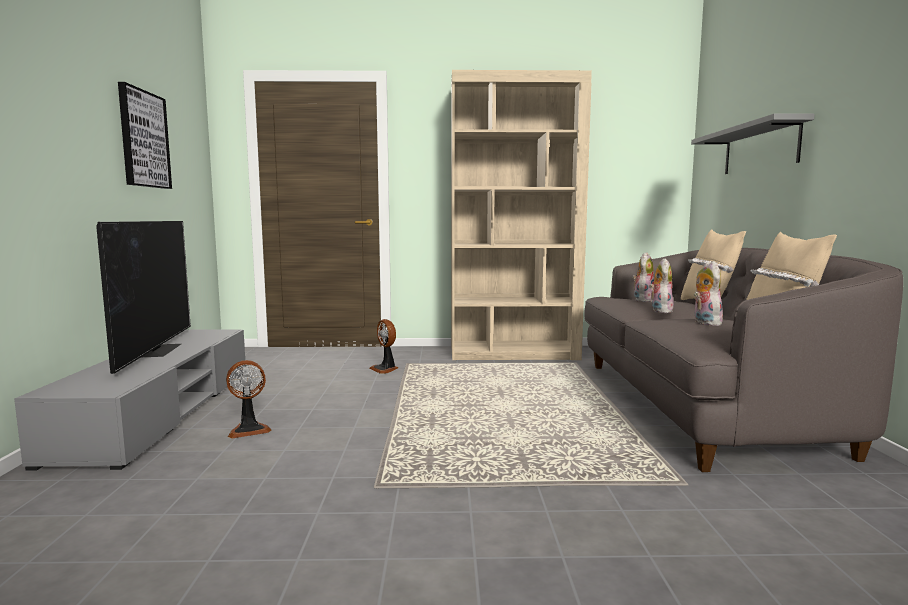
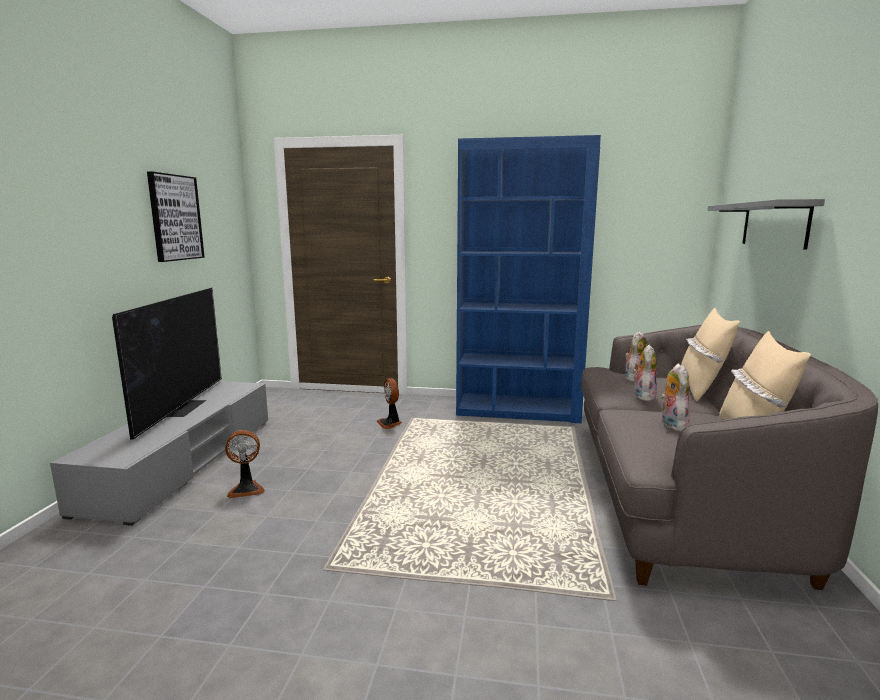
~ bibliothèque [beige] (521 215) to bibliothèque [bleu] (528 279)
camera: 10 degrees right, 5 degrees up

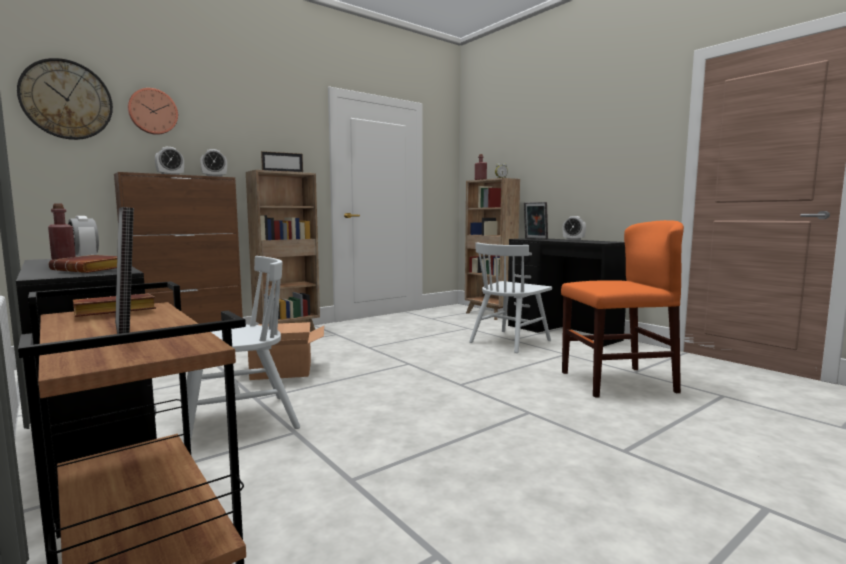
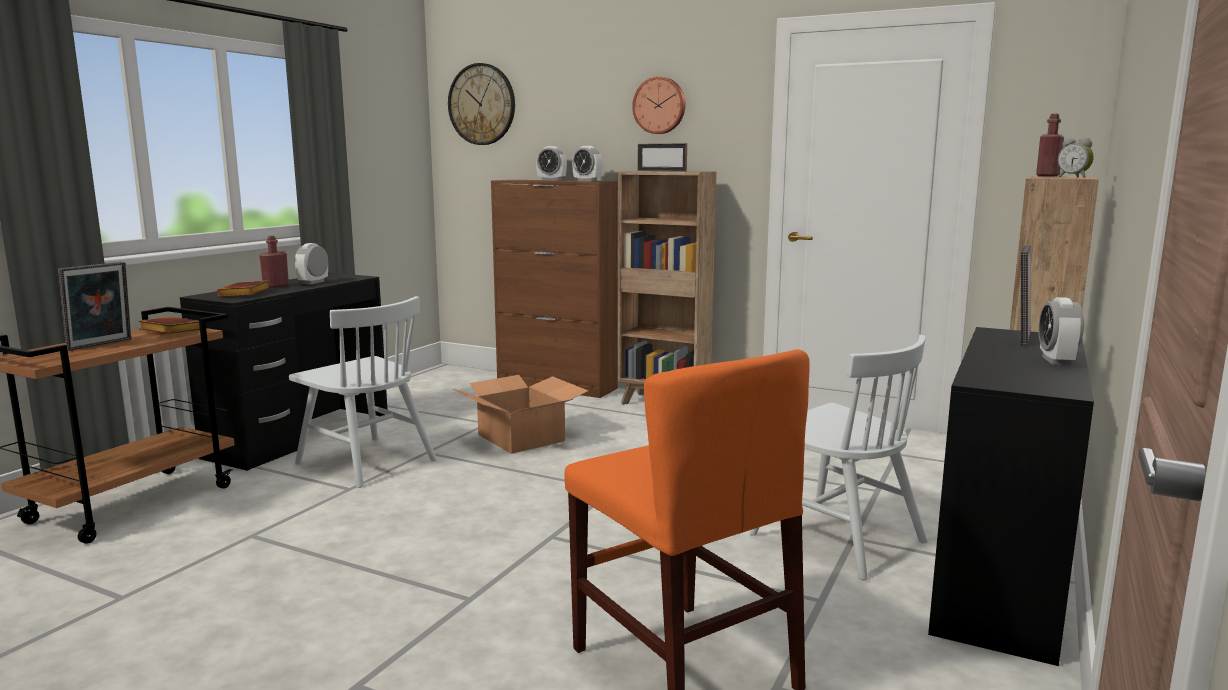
~ horloge murale (153 111) to (658 105)
~ chaise [blanc] (510 298) = (838 457) 150 degrees counterclockwise
camera: 65 degrees right, 5 degrees up

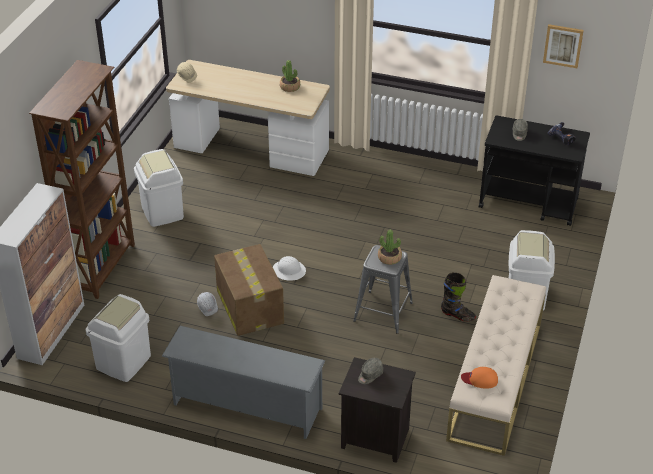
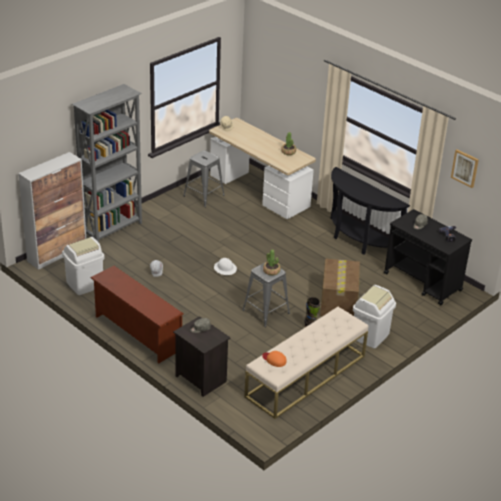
- poubelle [blanc] (159 188)
+ tabouret [gris] (204 178)
+ table console [noir] (370 211)
~ carton (249 290) to (340 287)
~ bibliothèque [marron] (82 179) to bibliothèque [gris] (107 163)
~ étagère à chaussures [gris] (243 382) to étagère à chaussures [marron] (137 314)
camera: 25 degrees right, 5 degrees down

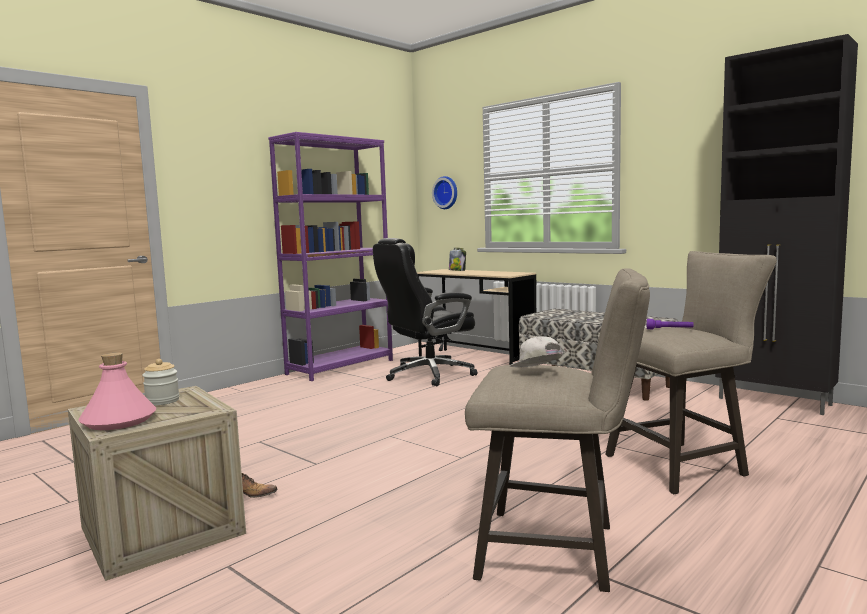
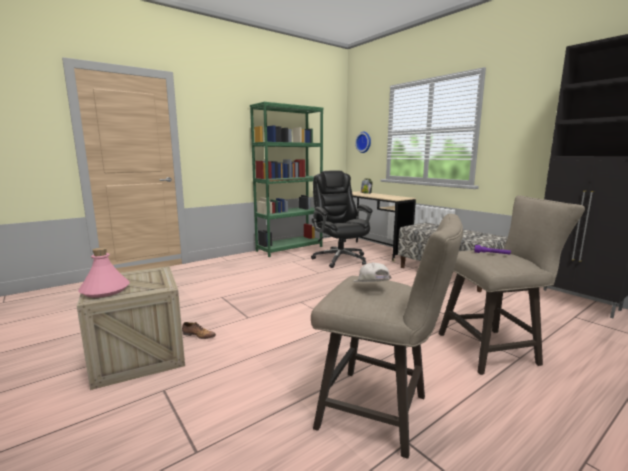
- bocal (161 382)
~ bibliothèque [violet] (330 256) to bibliothèque [vert] (287 179)
~ chaise de bureau [noir] (425 312) = (342 219) 90 degrees clockwise
camera: 10 degrees right, 5 degrees up

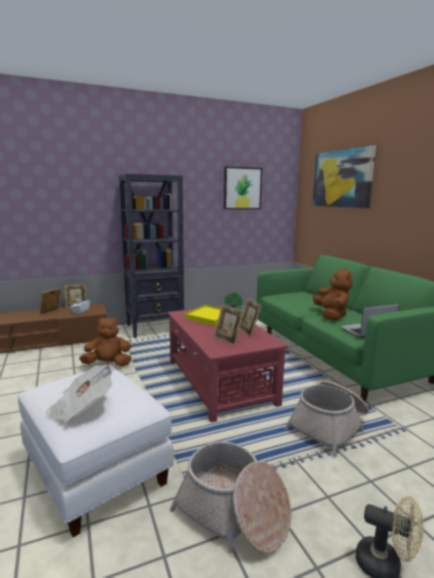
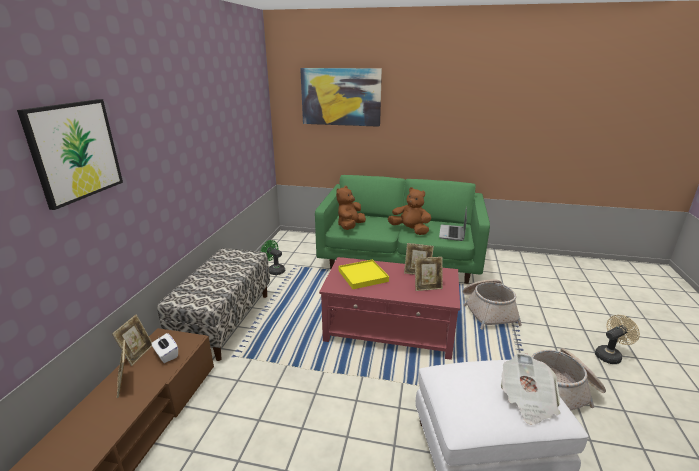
~ peluche [marron] (105 341) to (351 208)
~ tableau (243 187) to (70 154)
~ bibliothèque [noir] (151 256) to banc (213 304)
camera: 55 degrees left, 10 degrees up

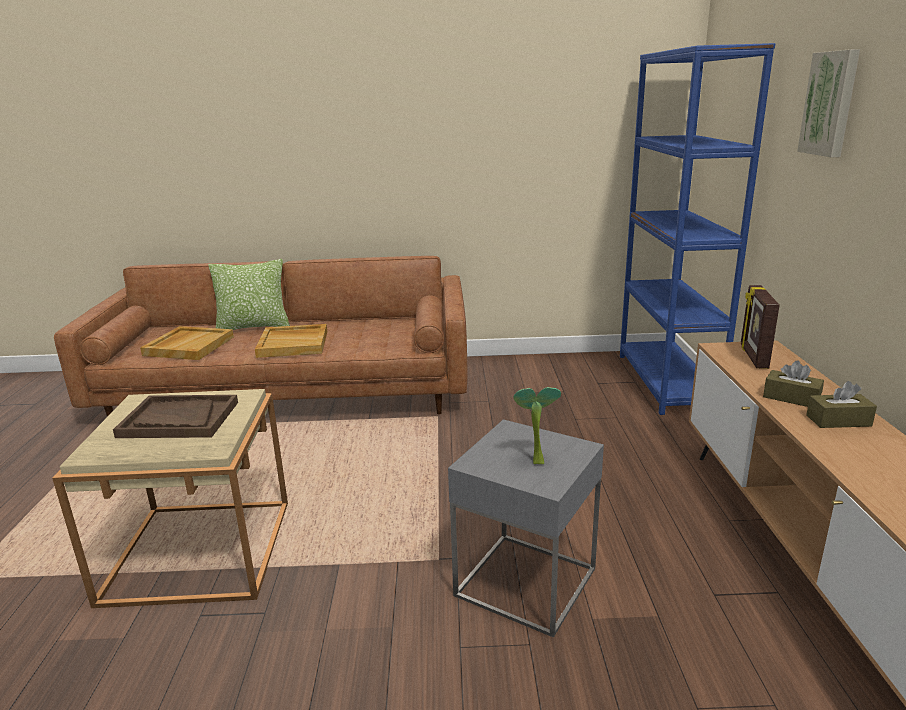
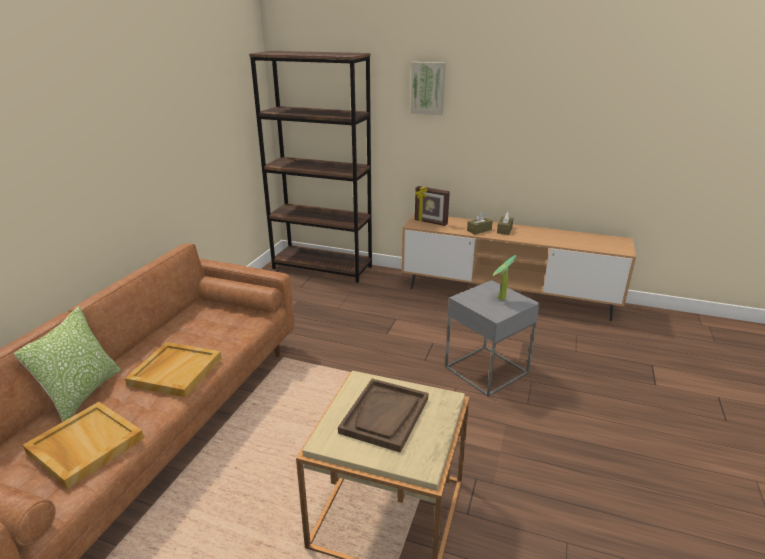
~ bibliothèque [bleu] (698 229) to bibliothèque [marron] (310 167)
camera: 70 degrees left, 5 degrees up

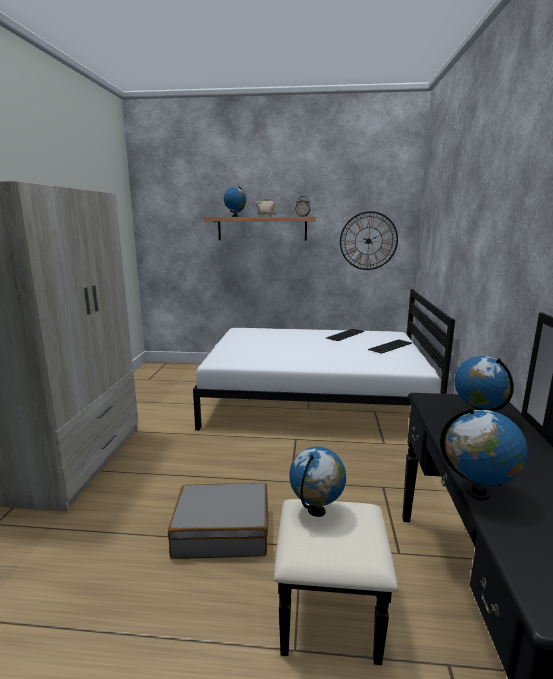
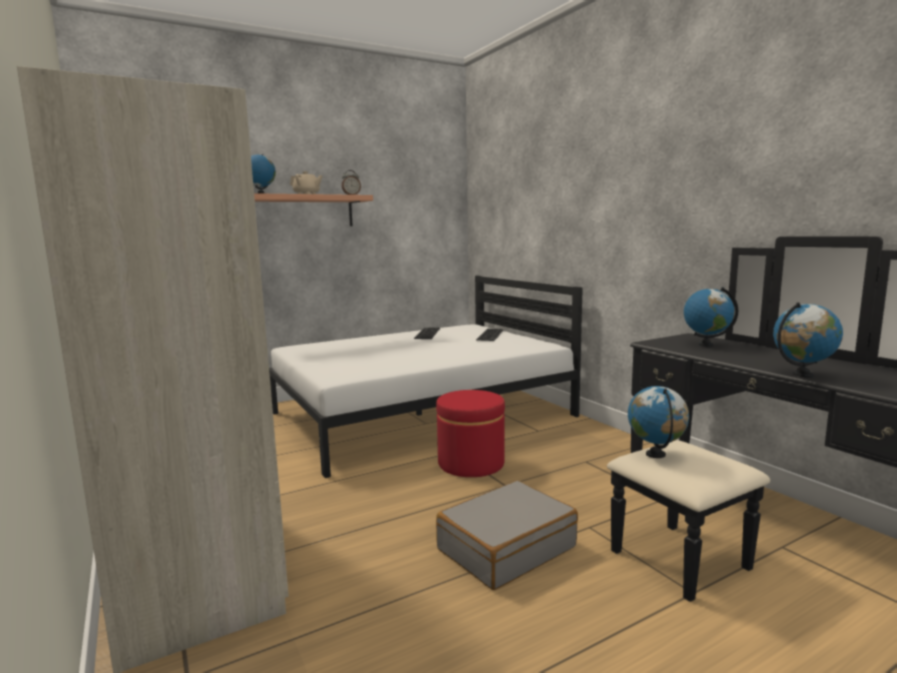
- horloge murale (369 240)
+ pouf [rouge] (470 433)
camera: 35 degrees left, 5 degrees down

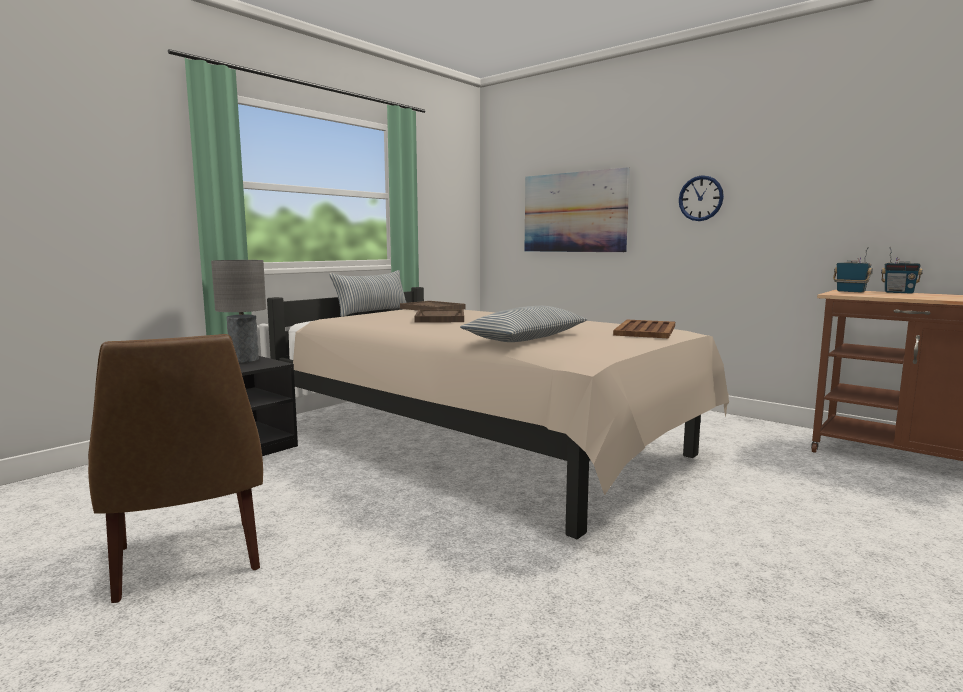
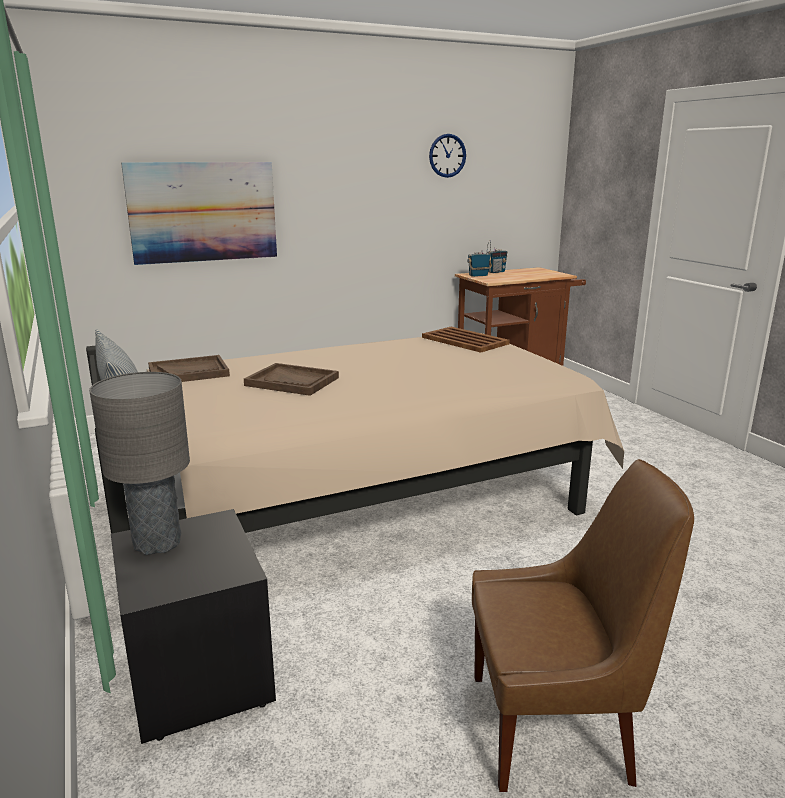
- coussin (524 324)
~ horloge murale (701 198) to (447 156)
camera: 65 degrees left, 10 degrees up

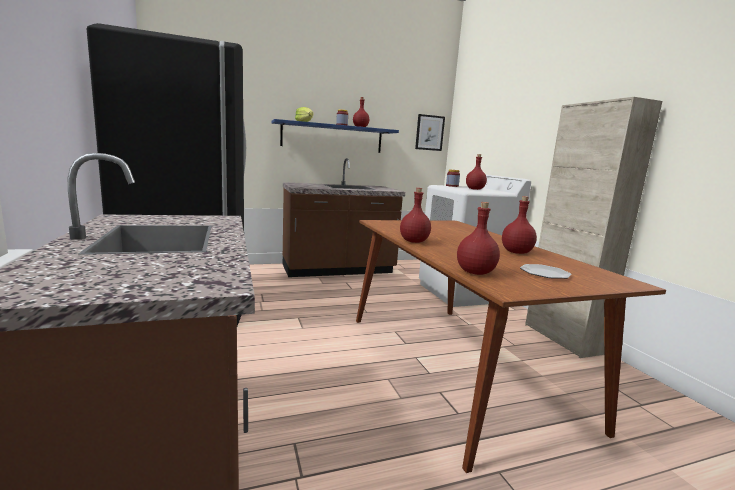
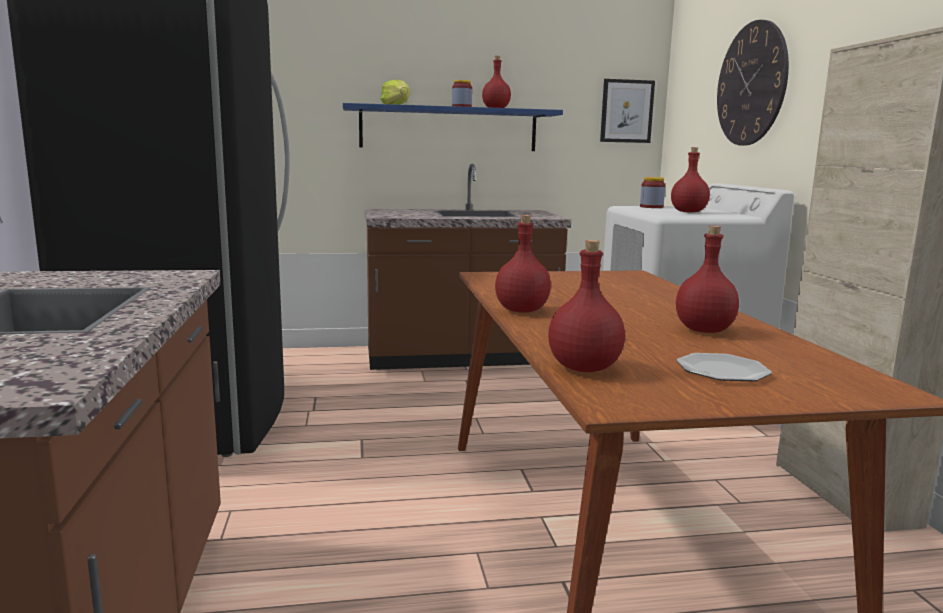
+ horloge murale (753 83)
camera: 10 degrees right, 0 degrees up

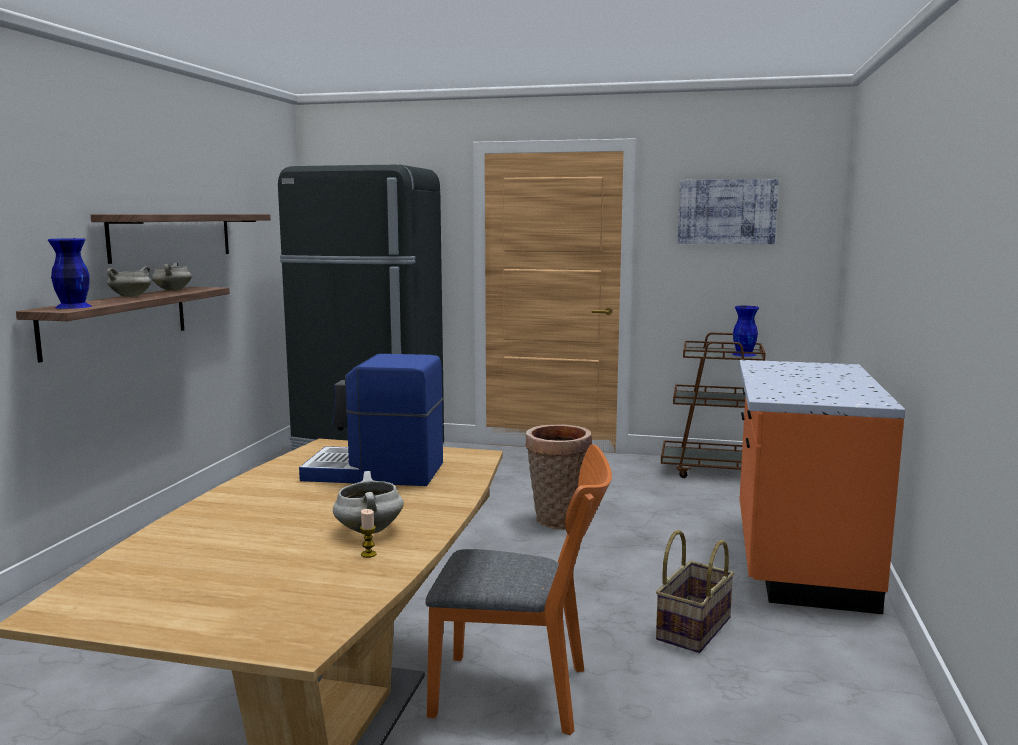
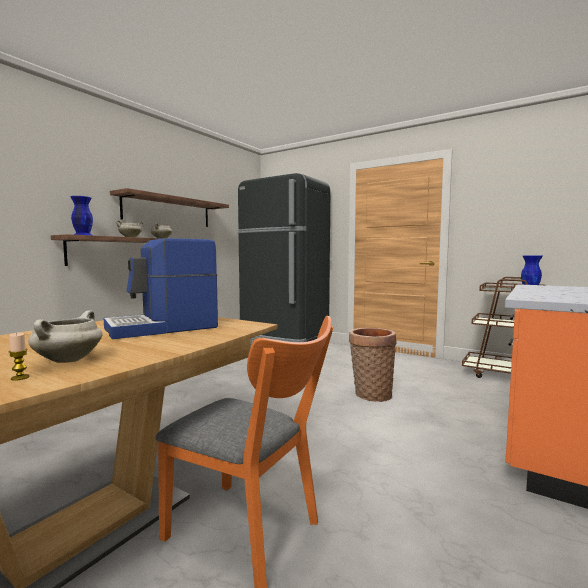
- panier (695 591)
- tableau (728 211)
~ machine à café (371 420) = (161 288) 60 degrees counterclockwise
camera: 20 degrees right, 5 degrees down

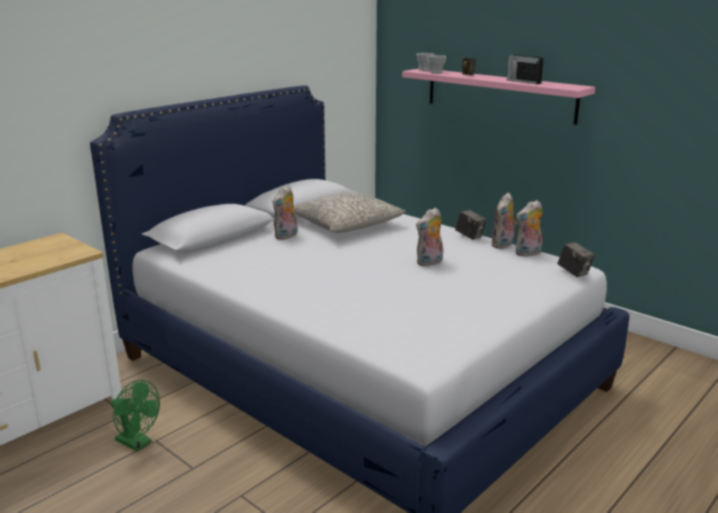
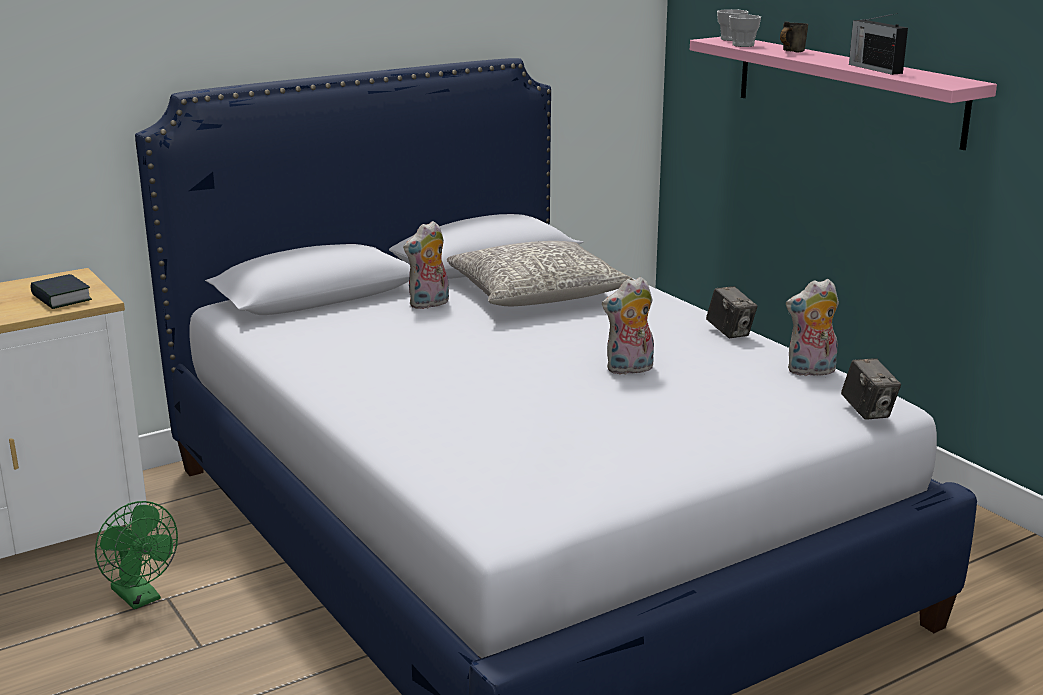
- peluche (504 220)
+ livre (61 291)
camera: 15 degrees right, 0 degrees up

